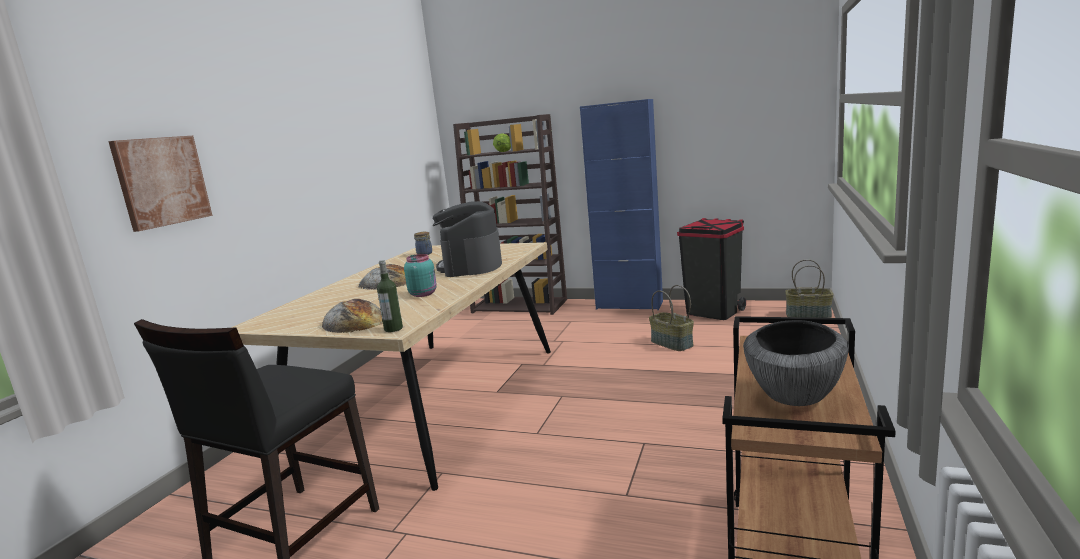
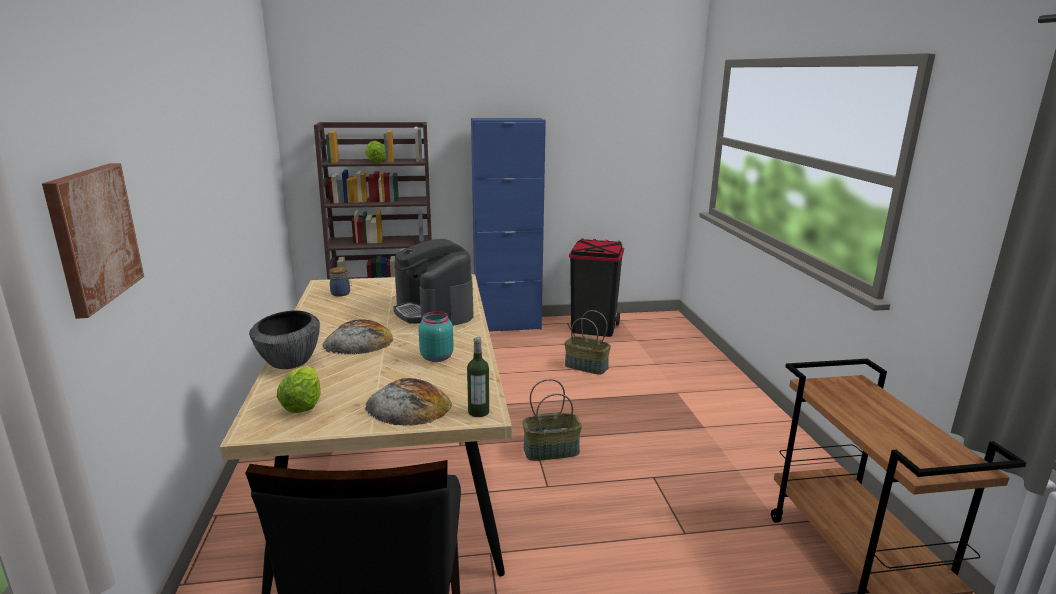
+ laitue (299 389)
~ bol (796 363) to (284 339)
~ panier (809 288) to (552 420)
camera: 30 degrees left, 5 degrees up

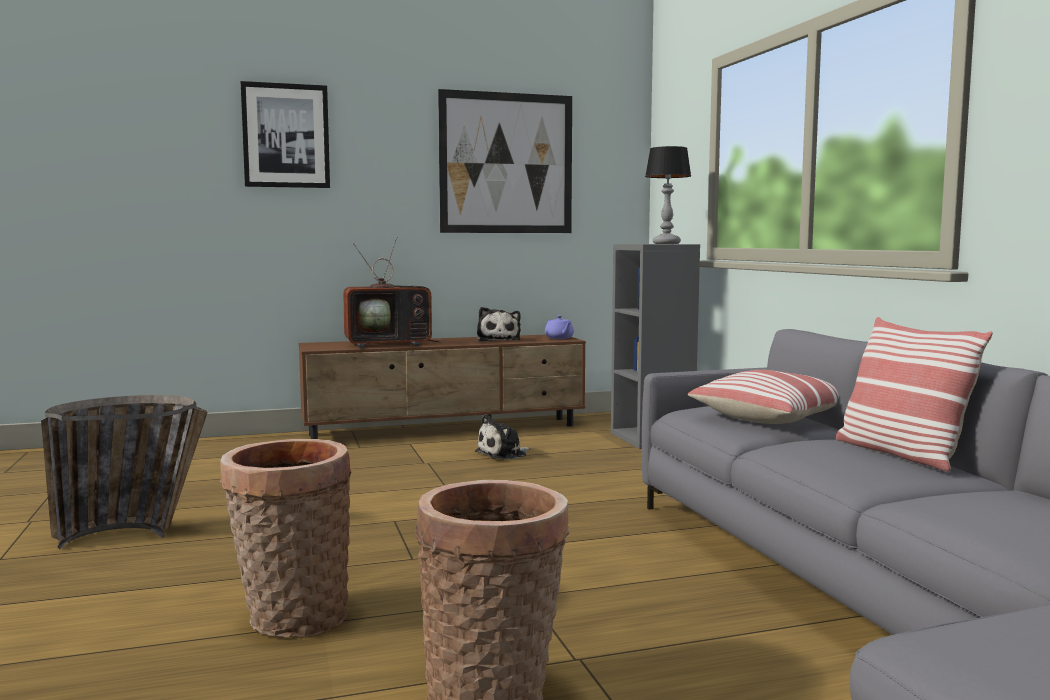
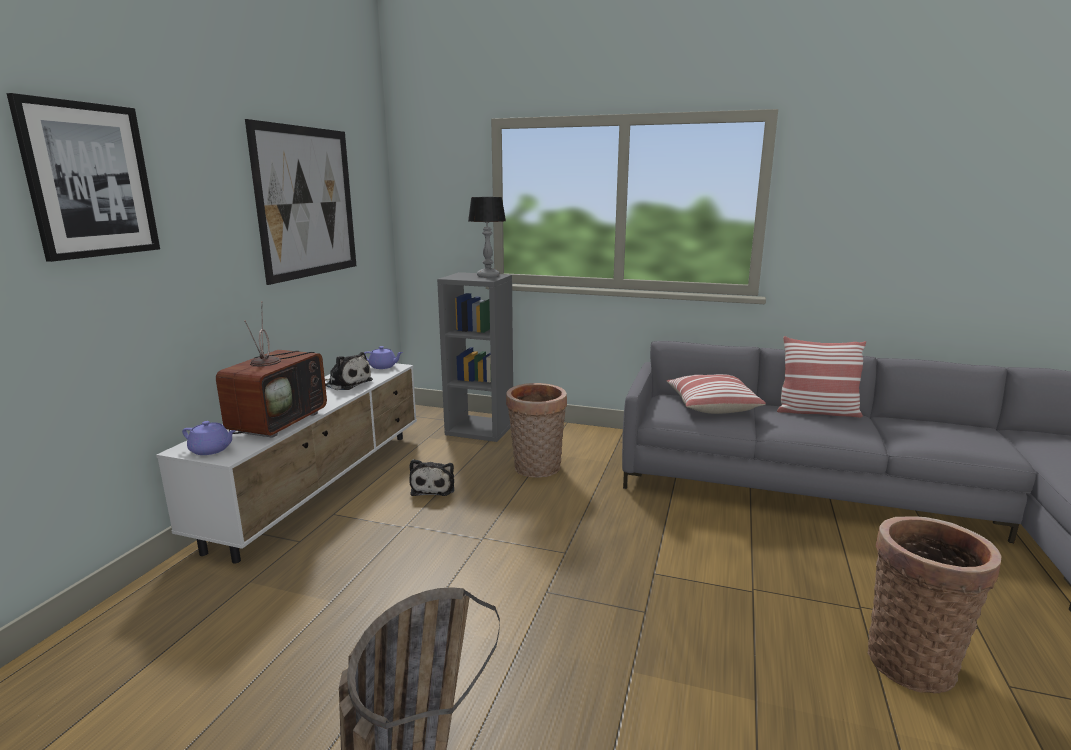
+ théière [violet] (209 438)
~ panier (285 538) to (536 430)
~ meuble télé [marron] (442 387) to meuble télé [blanc] (286 462)
camera: 55 degrees left, 10 degrees up

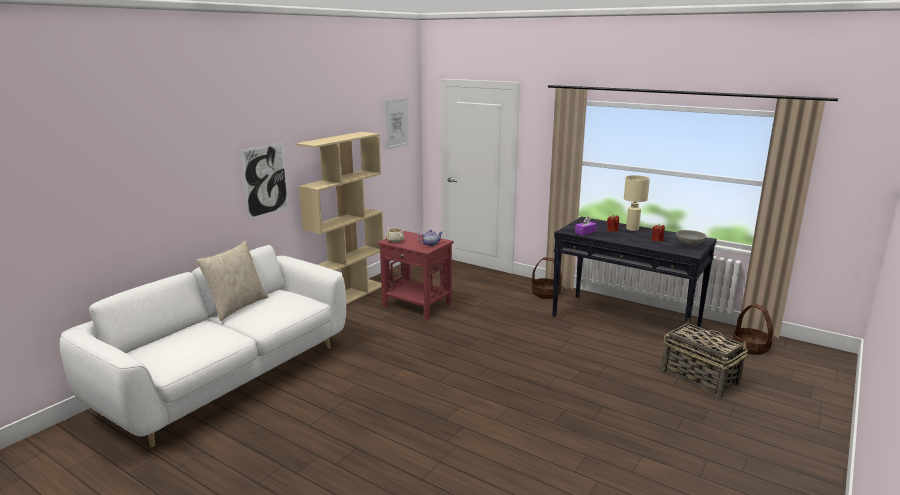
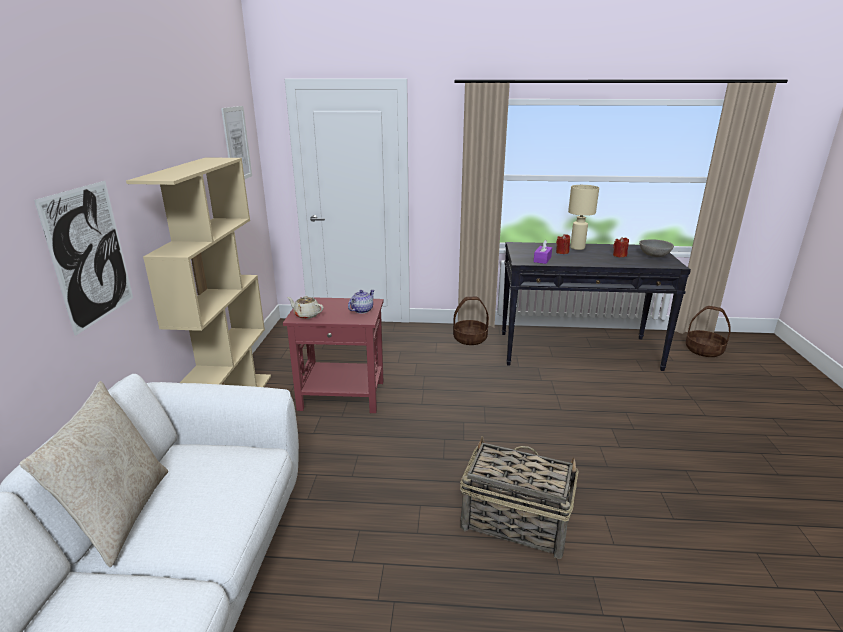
~ panier (704 358) to (519 497)
camera: 30 degrees left, 5 degrees up

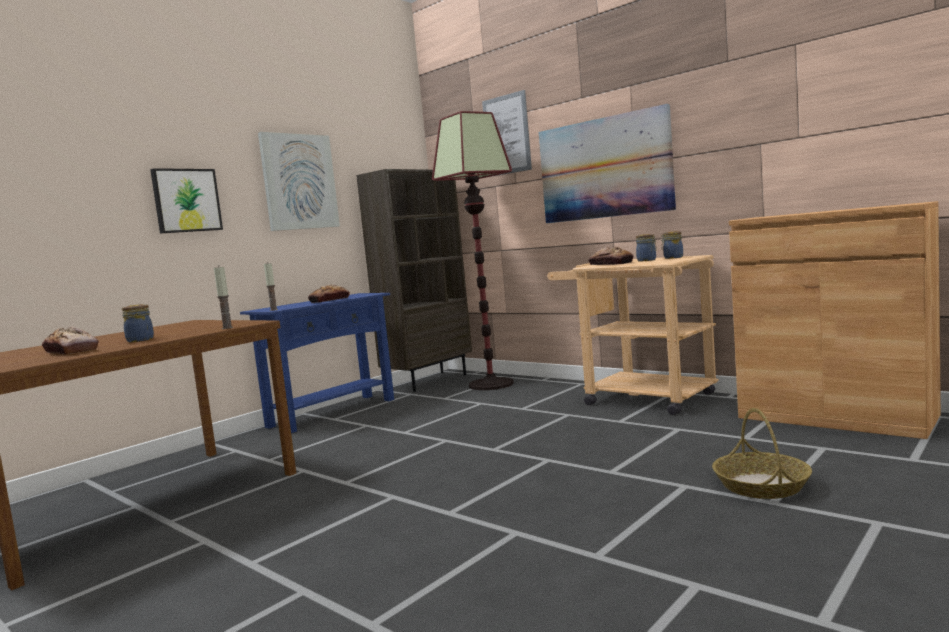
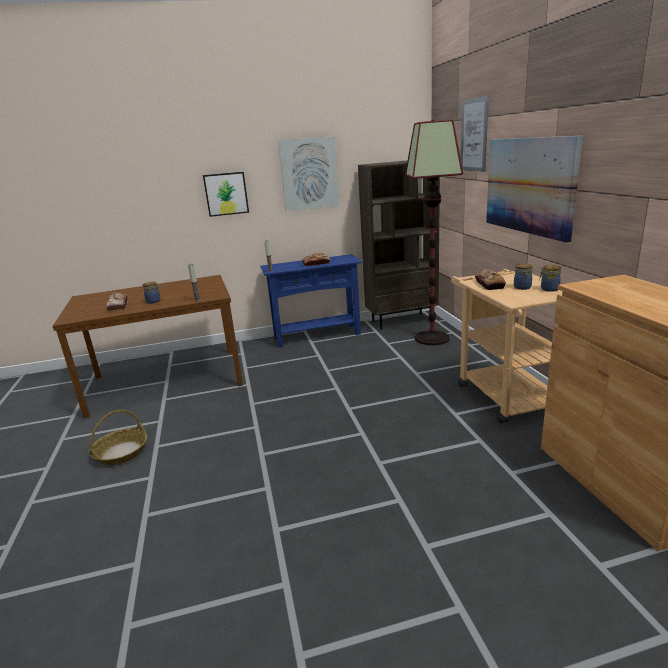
~ panier (762 453) to (118 437)
camera: 35 degrees right, 15 degrees up

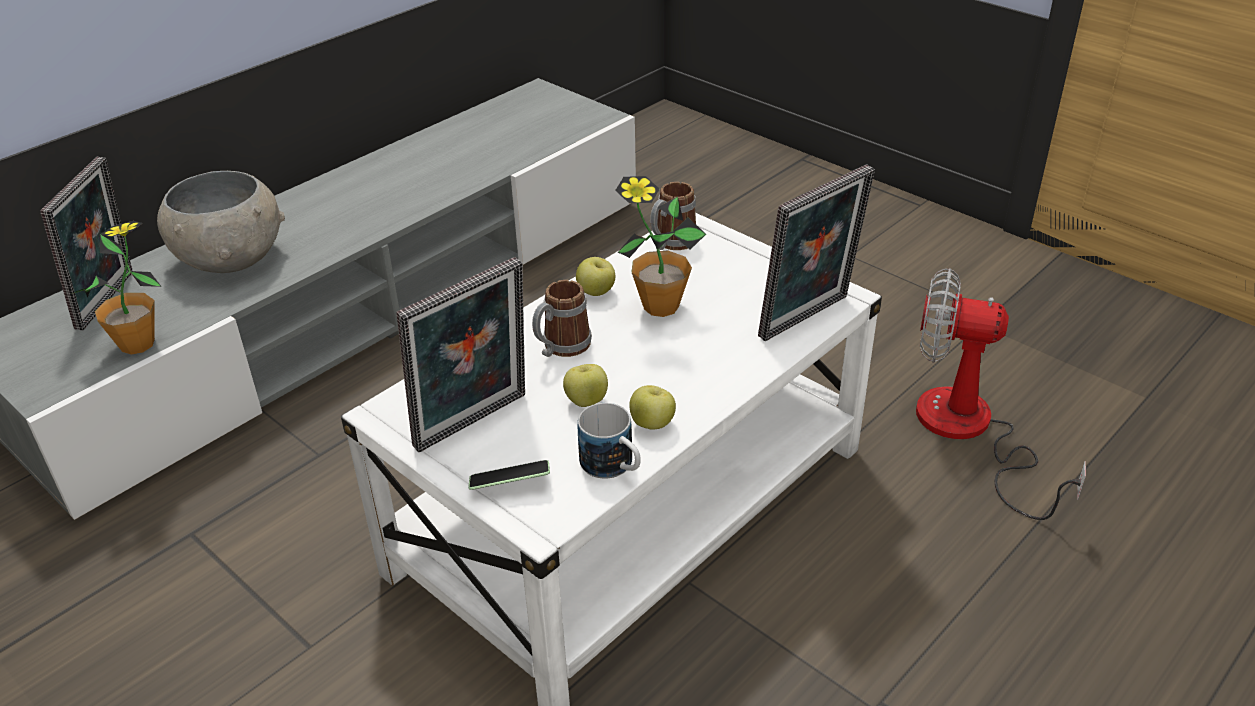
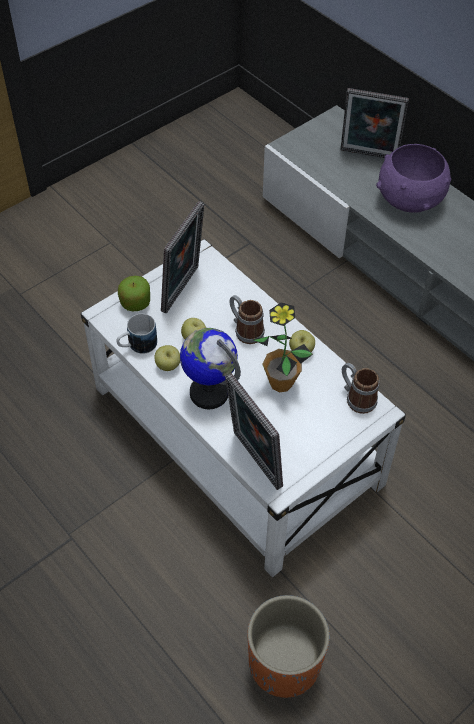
- plante en pot (116 288)
+ globe (210 368)
~ téléphone (509 475) to pomme (134 293)
~ ventilateur (1001 394) to cache-pot [orange] (289 646)
~ bol [gris] (221 222) to bol [violet] (413 178)
~ cadre photo (460 354) = (182 257) 120 degrees counterclockwise
camera: 95 degrees right, 15 degrees up

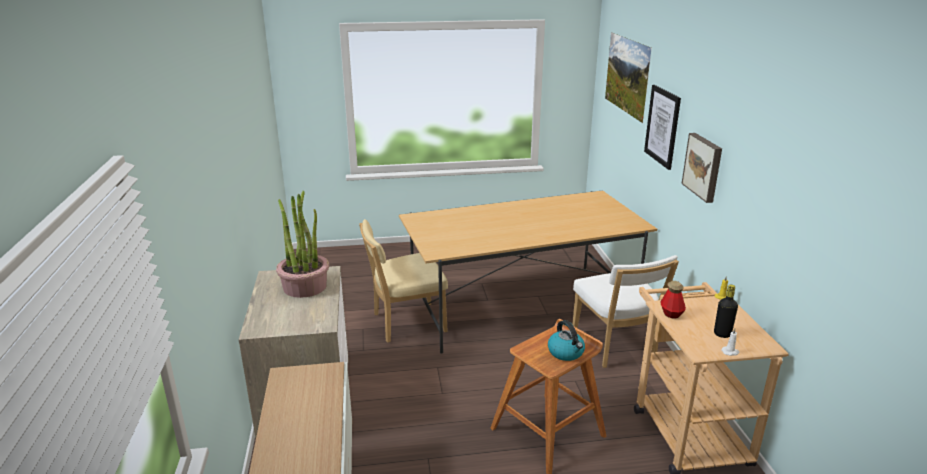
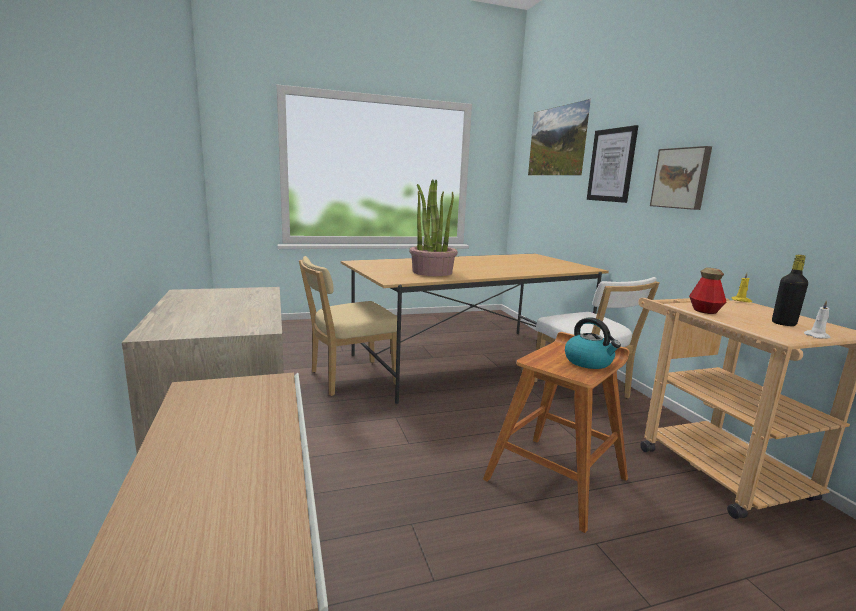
~ plante en pot (302 244) to (433 227)
camera: 10 degrees left, 10 degrees down

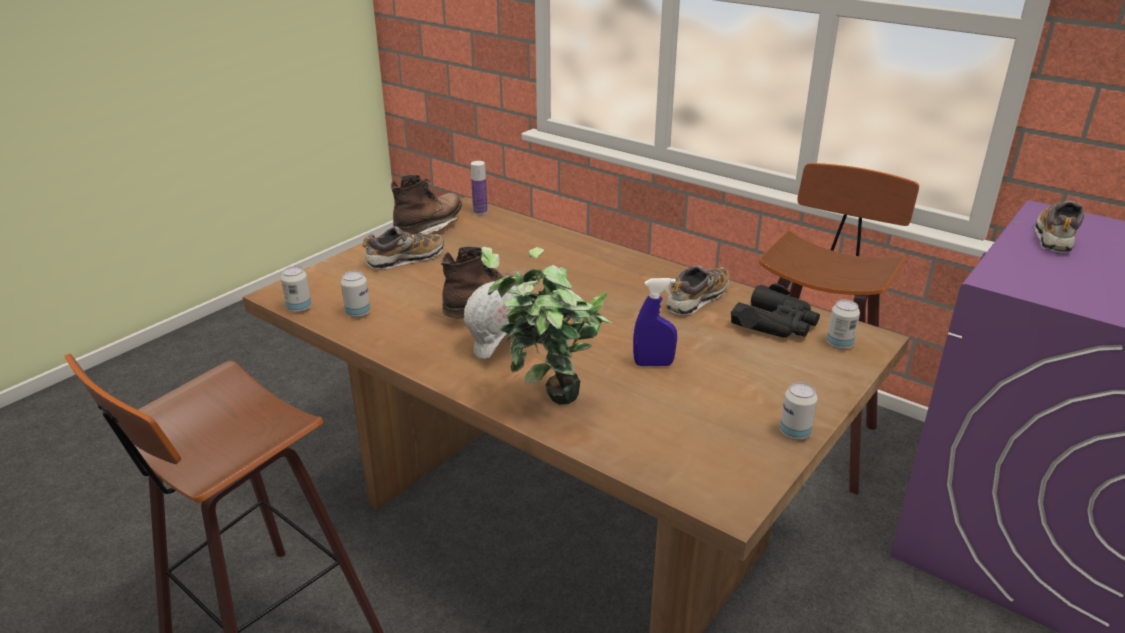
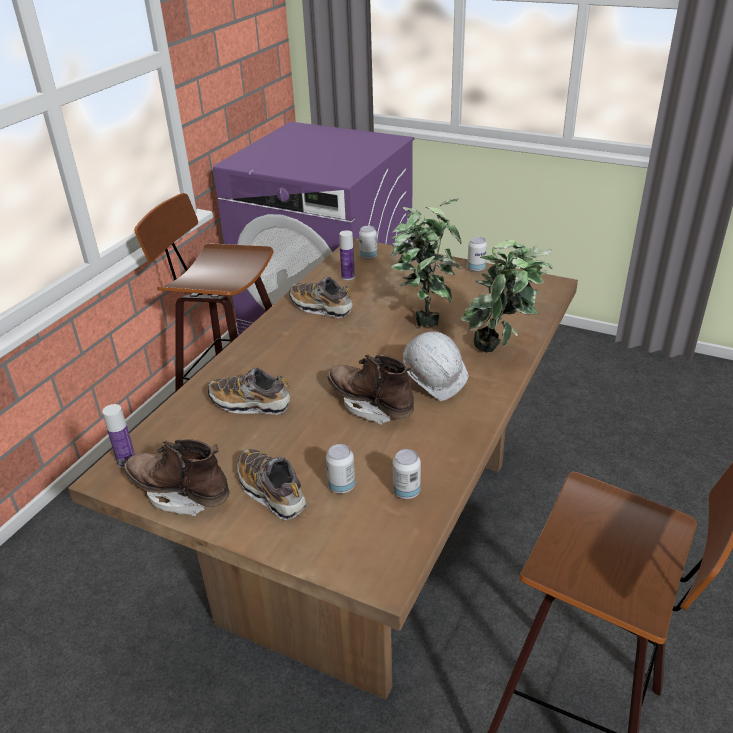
~ boîte métallique (296 289) to (340 468)
~ chaussure (1059 227) to (249 391)
~ vaporisateur [bleu] (655 322) to plante en pot (426 262)
~ jumelles [noir] (775 311) to bouteille (347 255)
camera: 100 degrees left, 5 degrees up

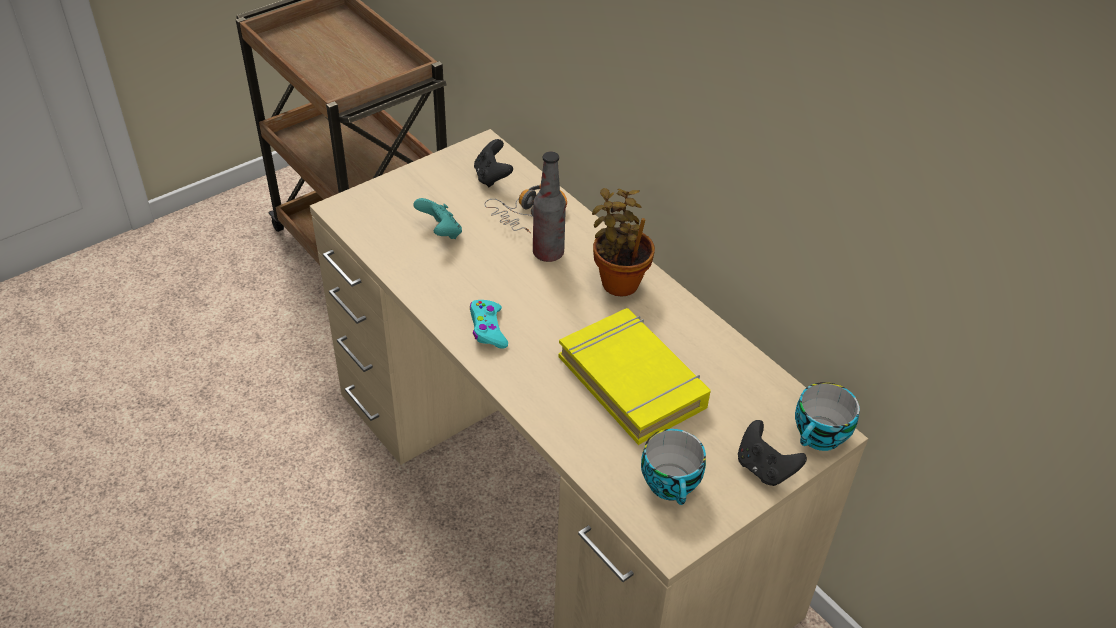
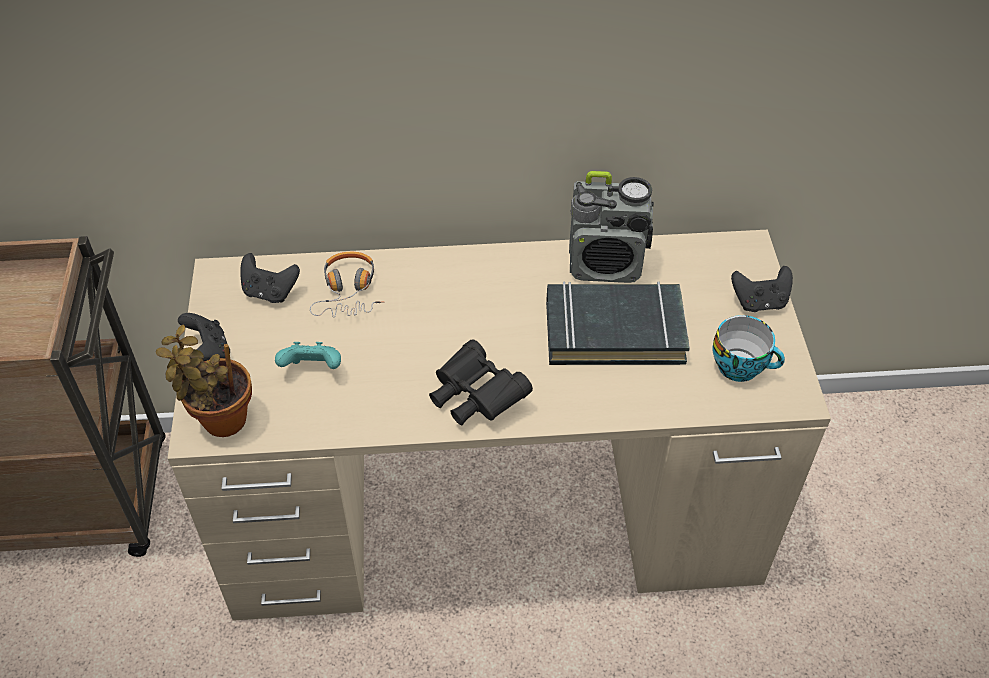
- bouteille (549 207)
- tasse (827 416)
+ manette [noir] (204 337)
+ radio (611 227)
~ plante en pot (623 242) to (204 381)
~ manette [turquoise] (489 324) to jumelles [noir] (481 382)
~ livre [jaune] (635 376) to livre [noir] (618 323)
camera: 55 degrees left, 5 degrees up

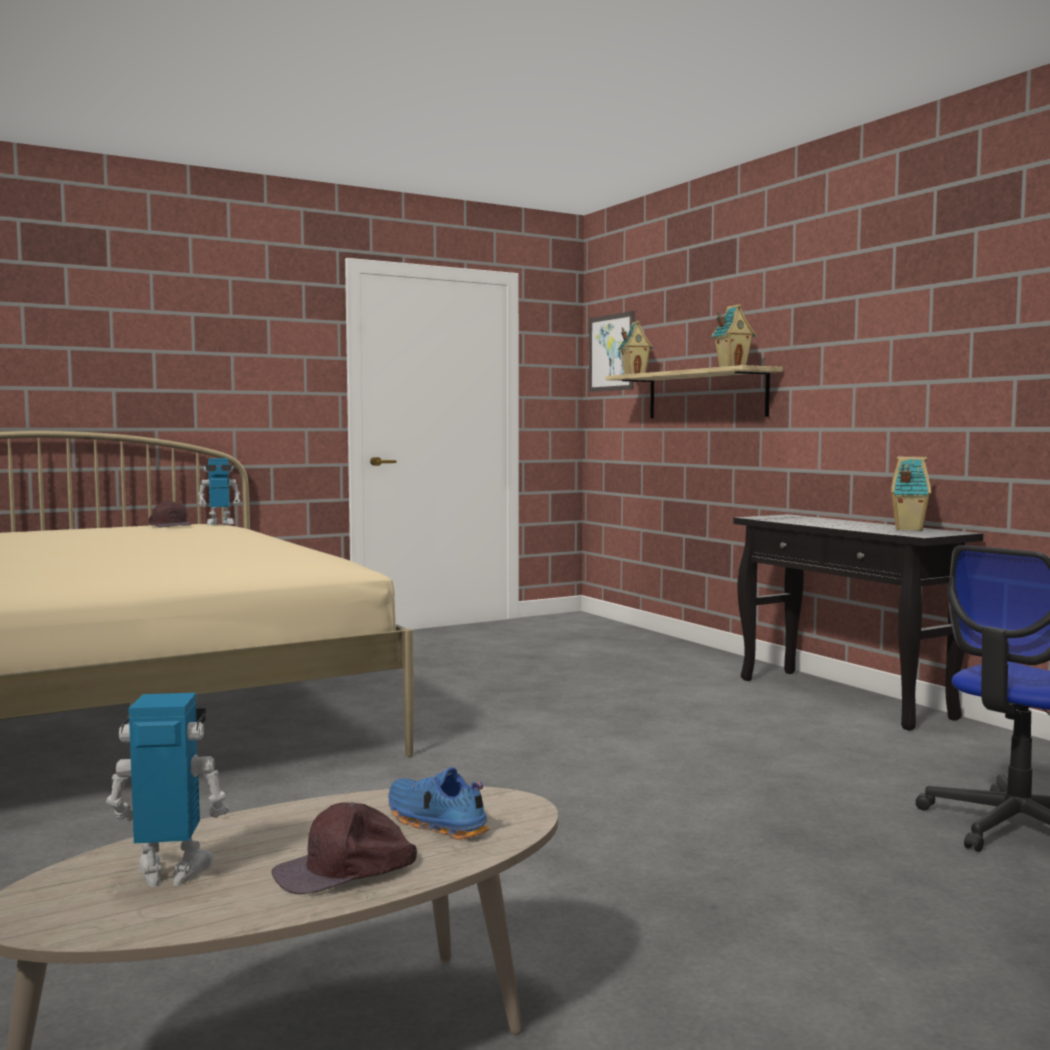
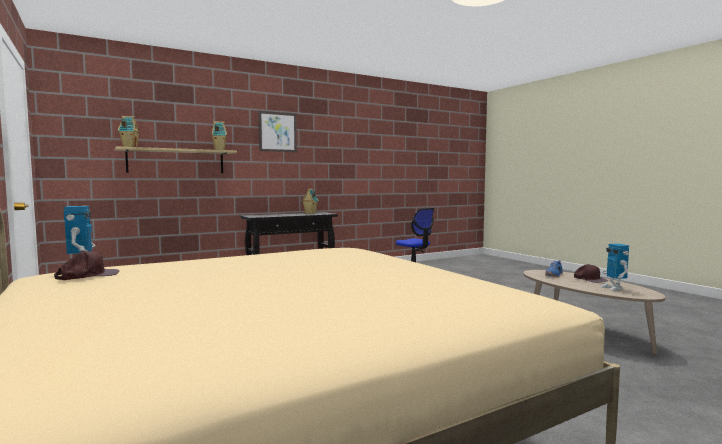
~ tableau (612 351) to (277 131)
camera: 90 degrees left, 0 degrees up

